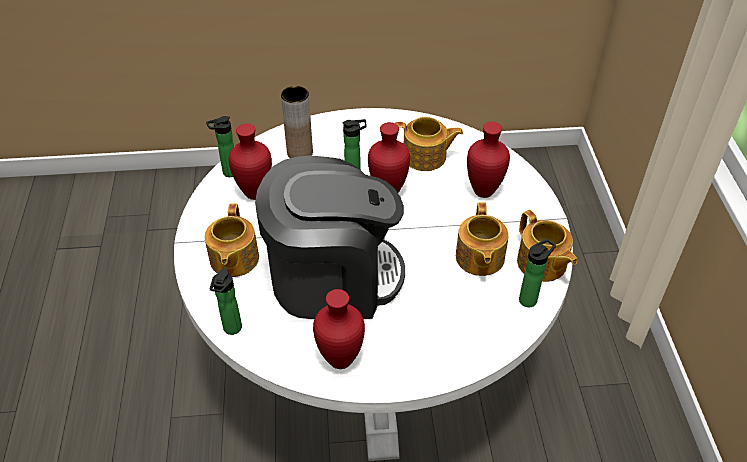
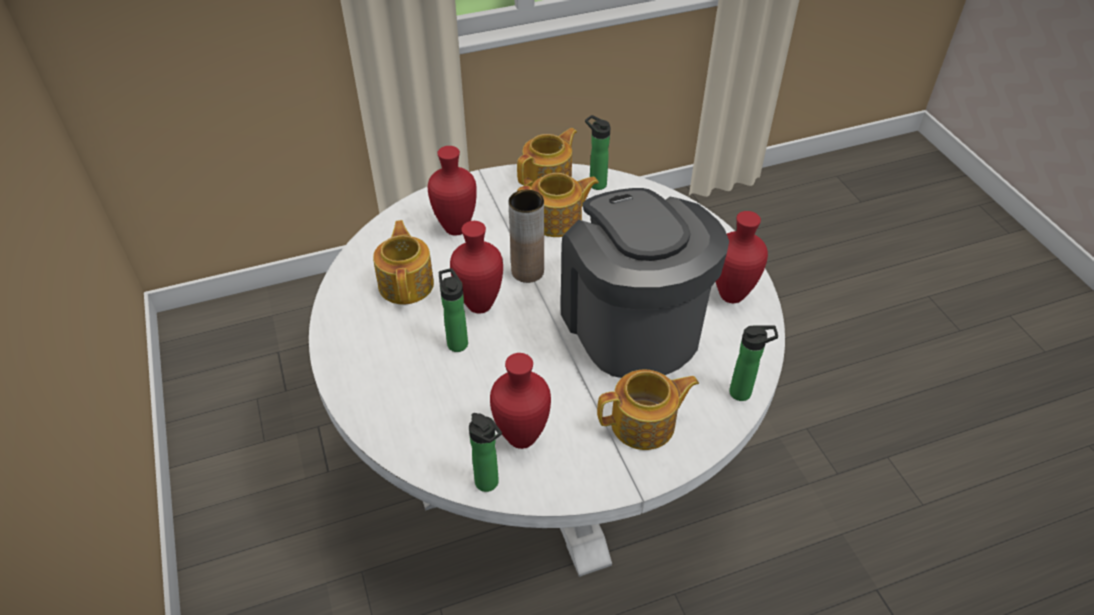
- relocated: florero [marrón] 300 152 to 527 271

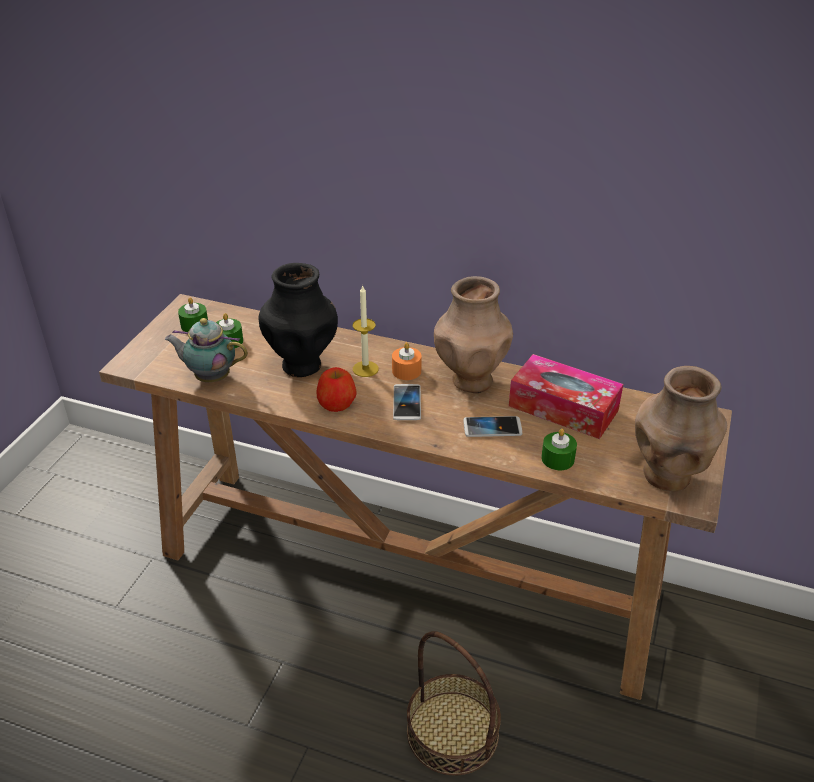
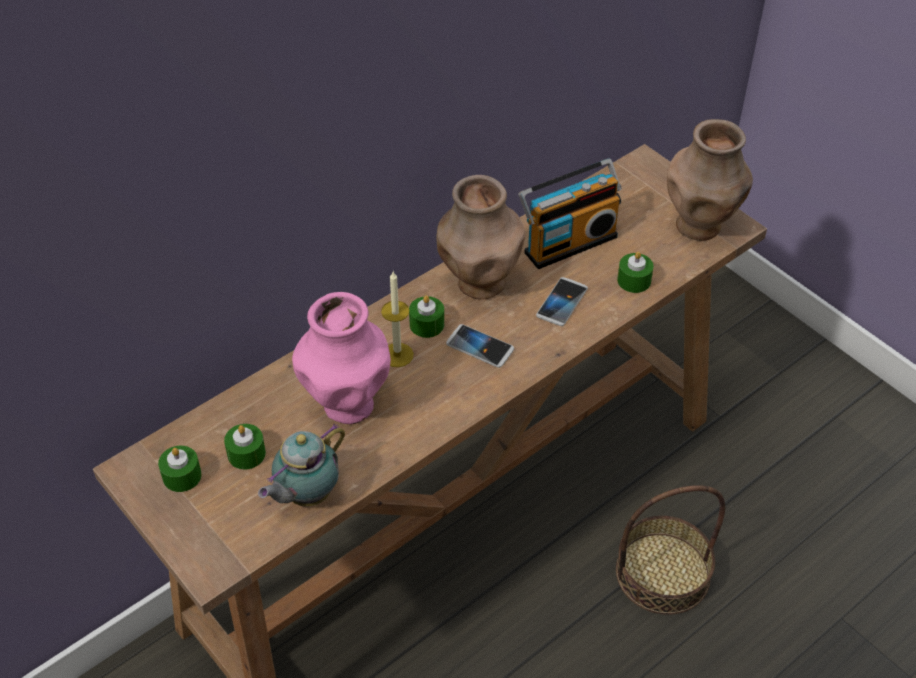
- missing: manzana 336 403
- exchanged: caja de pañuelos 563 408 to radio 568 242
- colour: florero [negro] 302 365 to florero [rosa] 347 404
- colour: vela [naranja] 406 371 to vela [verde] 427 324

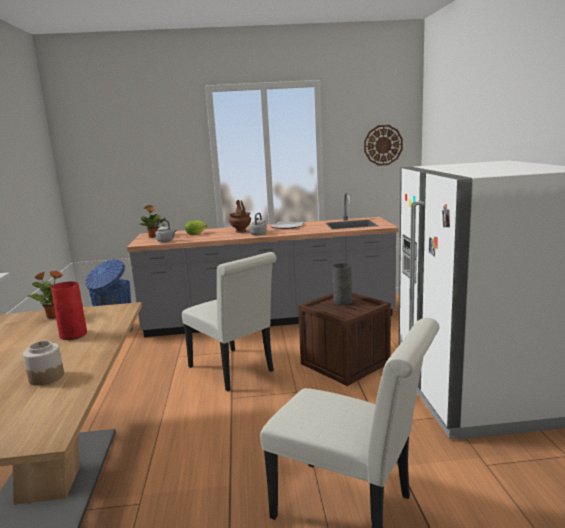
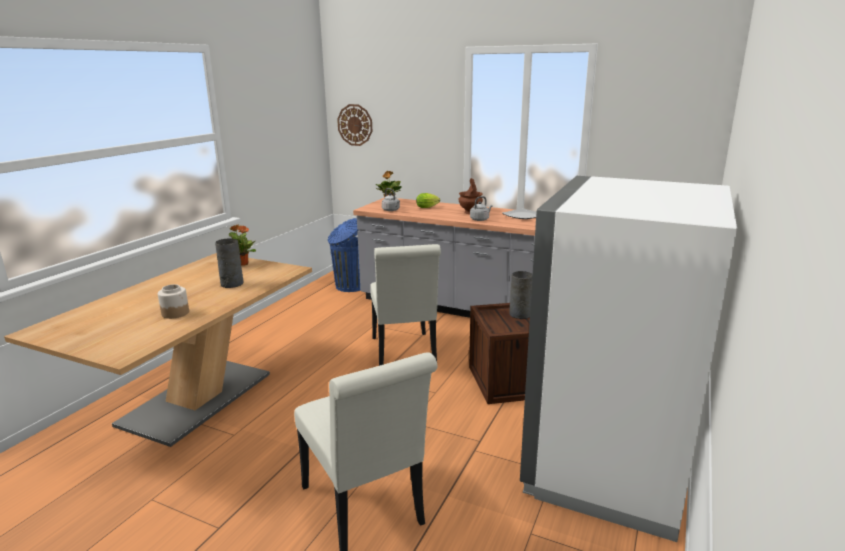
- relocated: reloj de pared 383 145 to 355 125
- colour: florero [rojo] 73 335 to florero [gris] 231 284

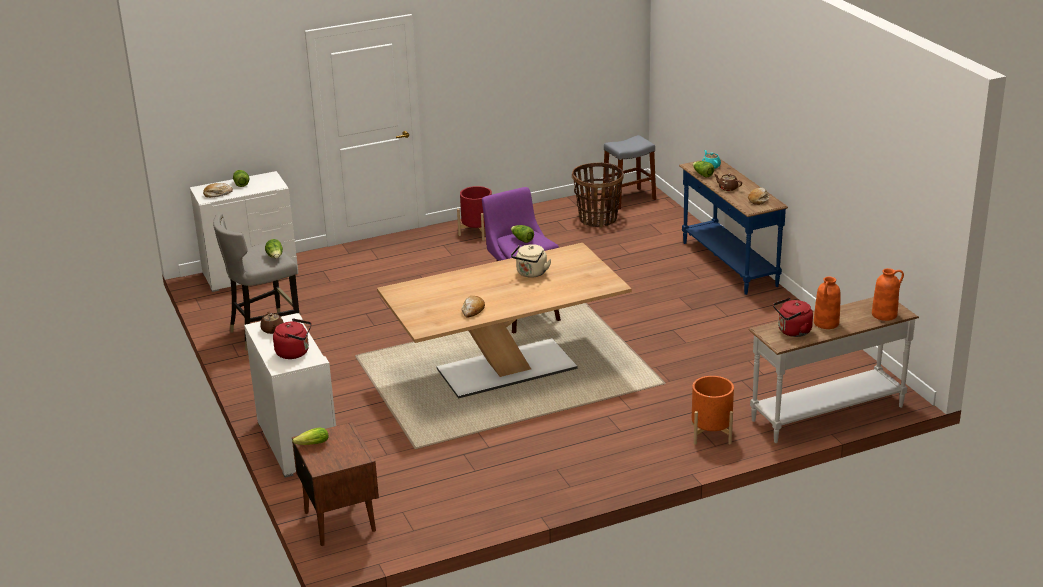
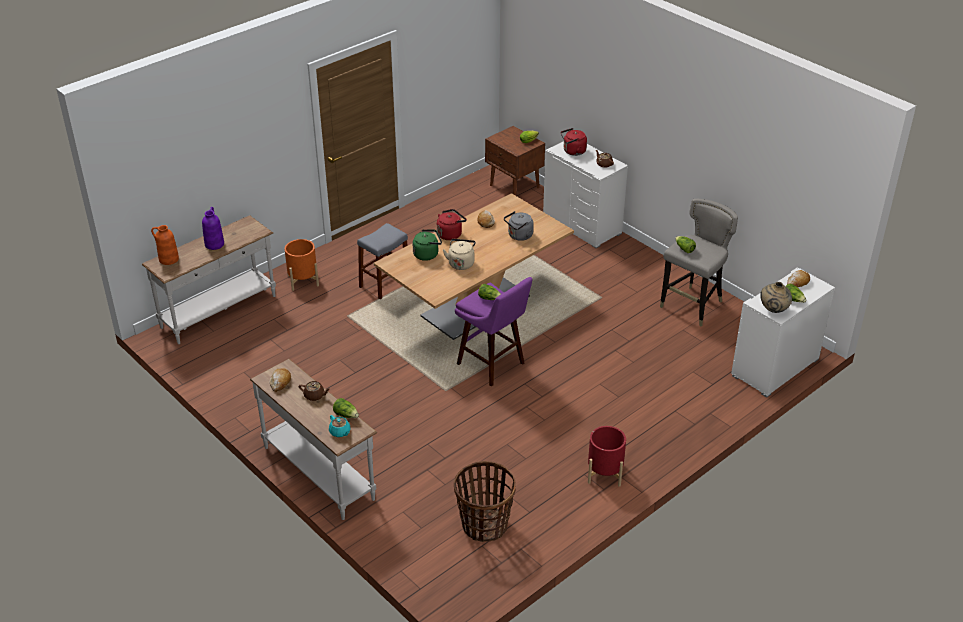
- appeared: hervidor [verde] 427 254
- appeared: hervidor [gris] 519 236
- appeared: florero [beis] 773 310
- relocated: taburete [gris] 629 198 to 385 284
- relocated: hervidor [rojo] 792 331 to 450 234
- colour: mesa consola [azul] 728 264 to mesa consola [blanco] 319 472
- colour: florero [naranja] 826 323 to florero [morado] 214 244

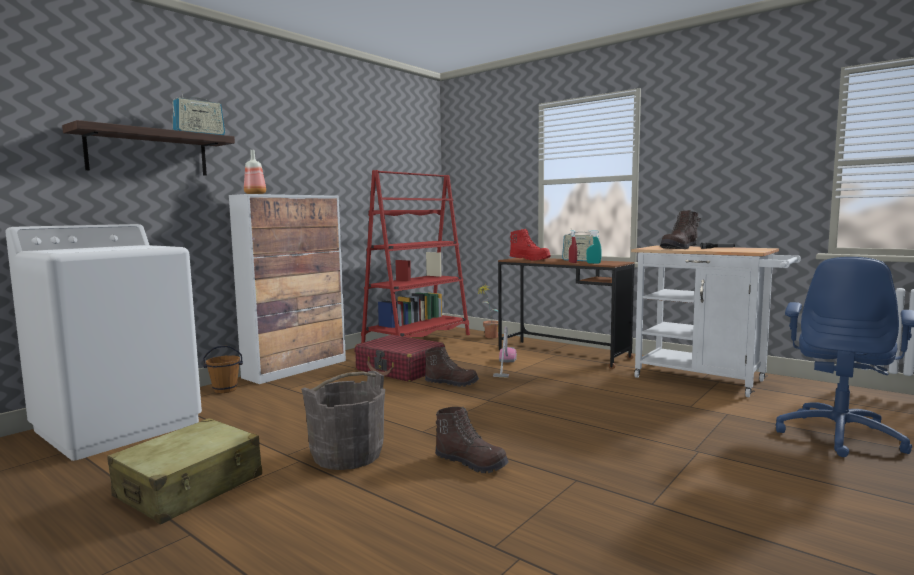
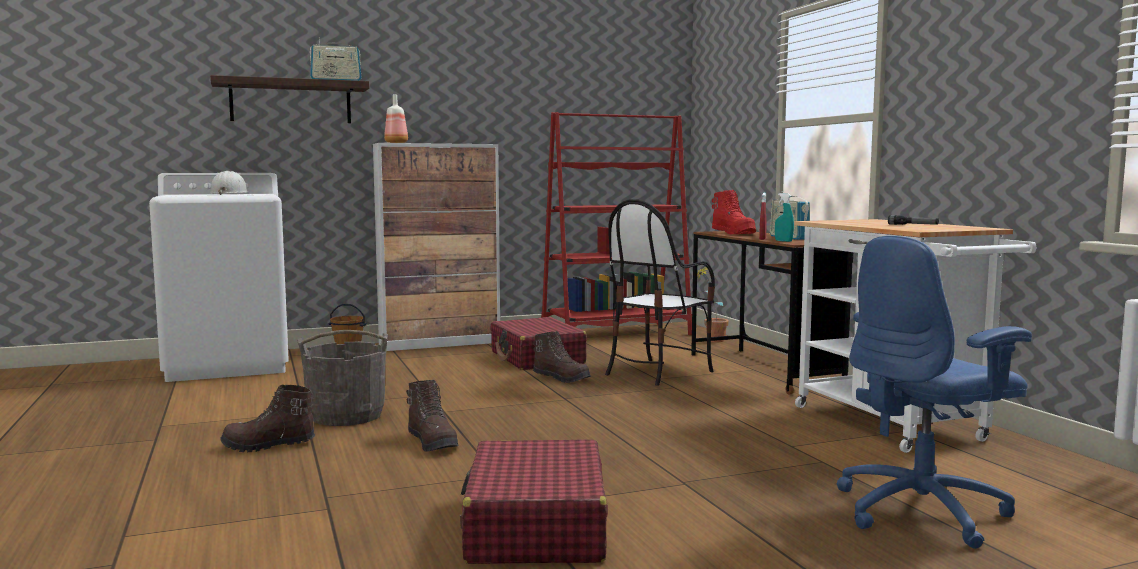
- missing: maleta [beis] 190 487
- appeared: casco [blanco] 229 194
- appeared: maleta [rojo] 536 526
- relocated: bota [marrón] 680 248 to 268 446
- exchanged: aspiradora 505 367 to silla 657 372

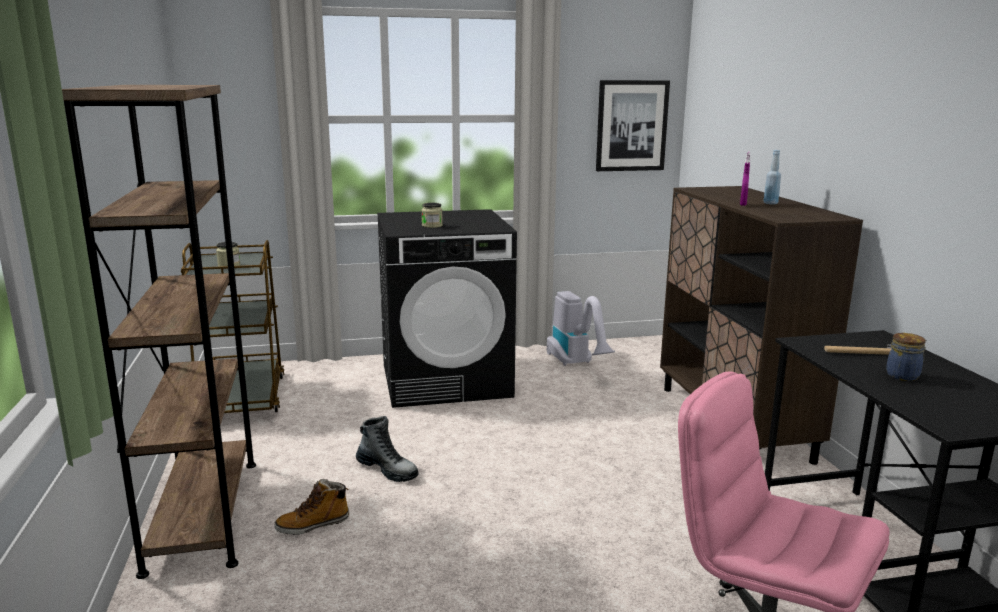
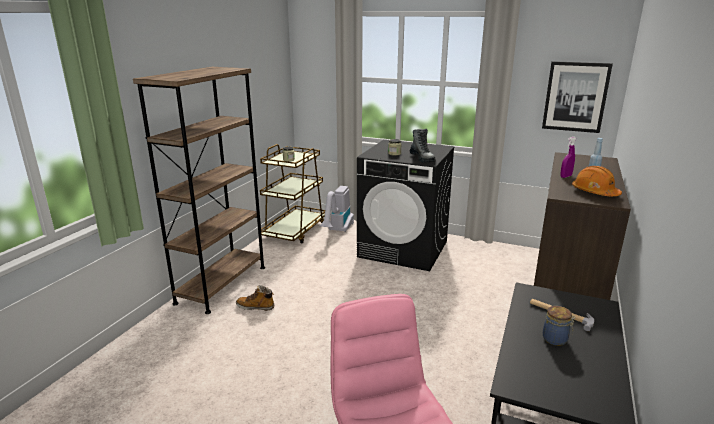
- appeared: casco [naranja] 594 192
- relocated: bota 387 470 to 422 158
- relocated: aspiradora 577 364 to 337 231

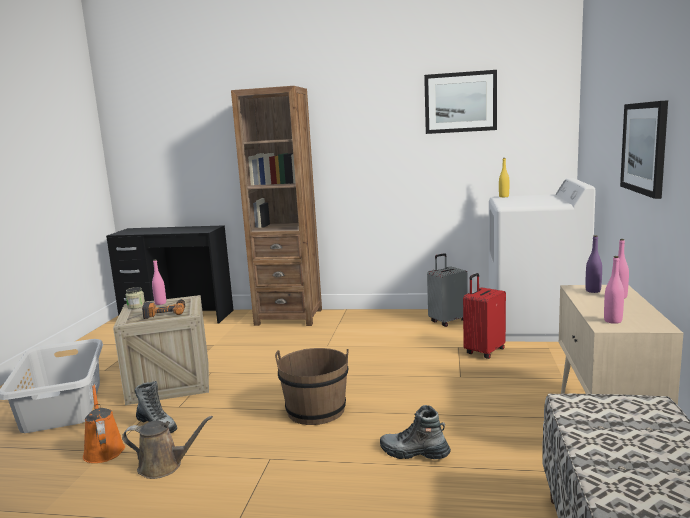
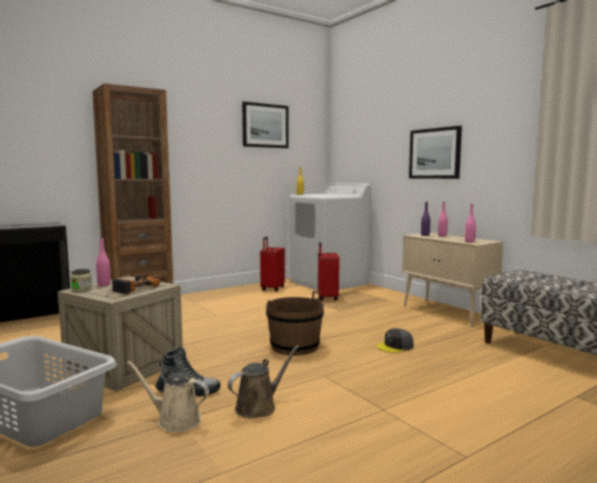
- exchanged: bota 414 453 to gorra [gris] 395 346
- colour: regadera [naranja] 103 450 to regadera [beis] 175 420
- colour: maleta [gris] 447 321 to maleta [rojo] 272 289

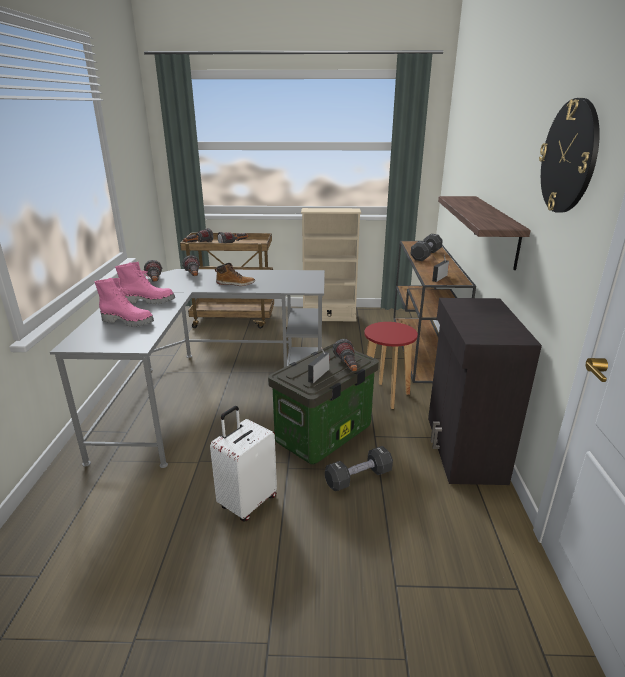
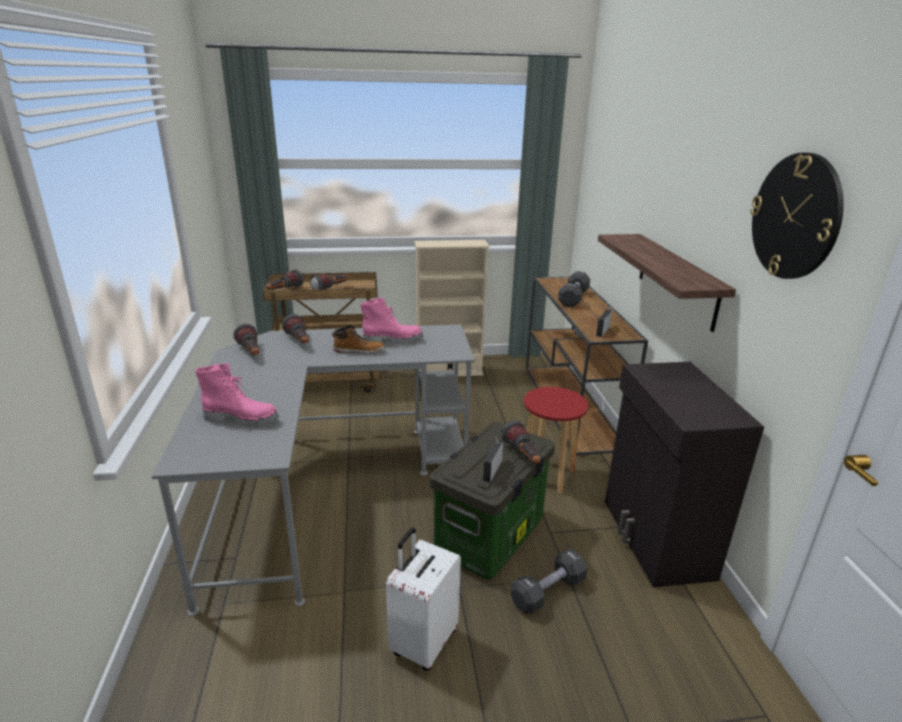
- relocated: bota [rosa] 149 301 to 393 340

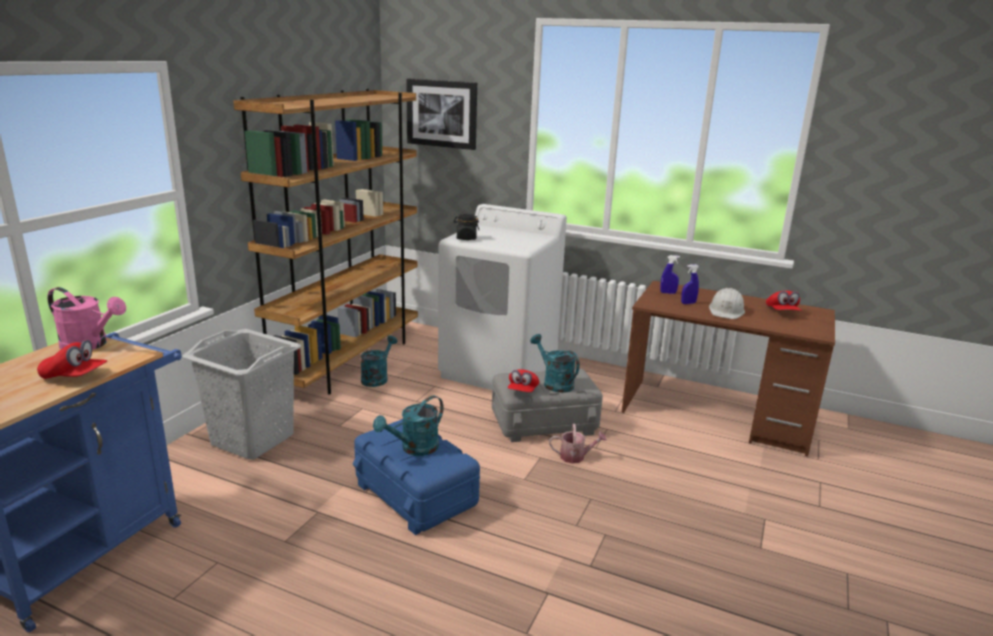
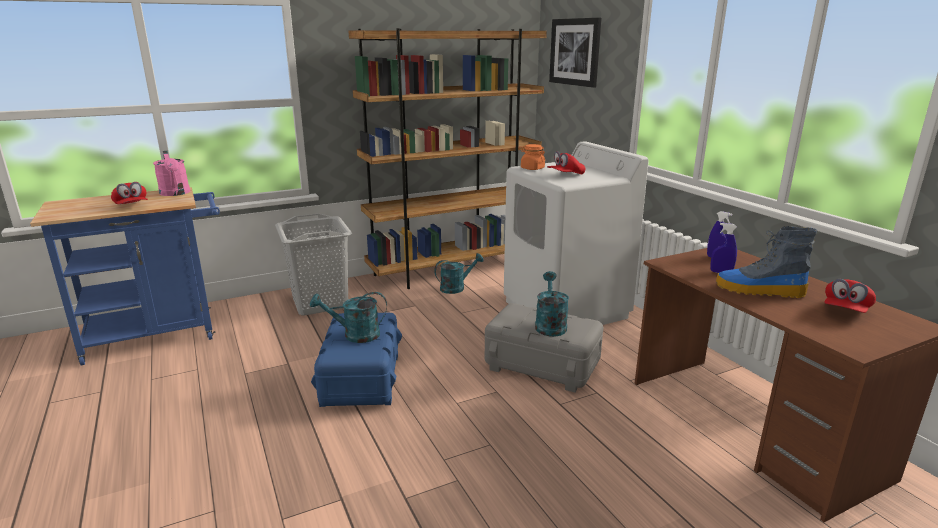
- missing: regadera 576 456
- relocated: gorra [rojo] 523 391 to 565 175
- exchanged: casco [blanco] 726 311 to bota 759 290
- colour: tarro [negro] 466 238 to tarro [naranja] 532 168

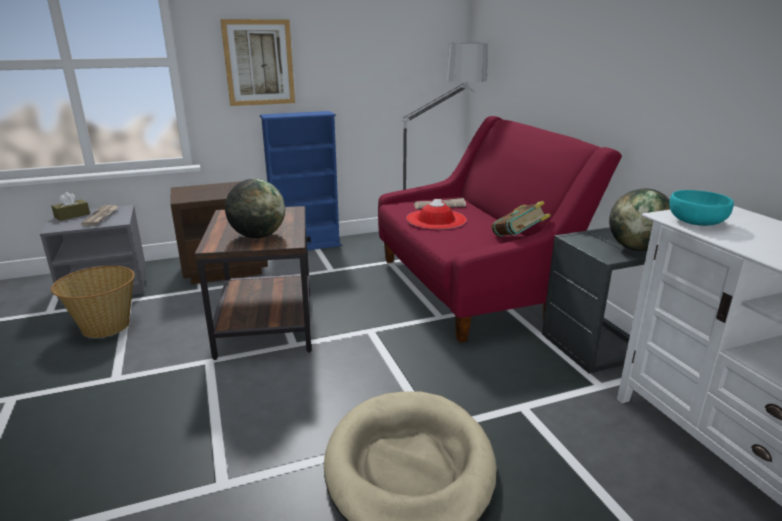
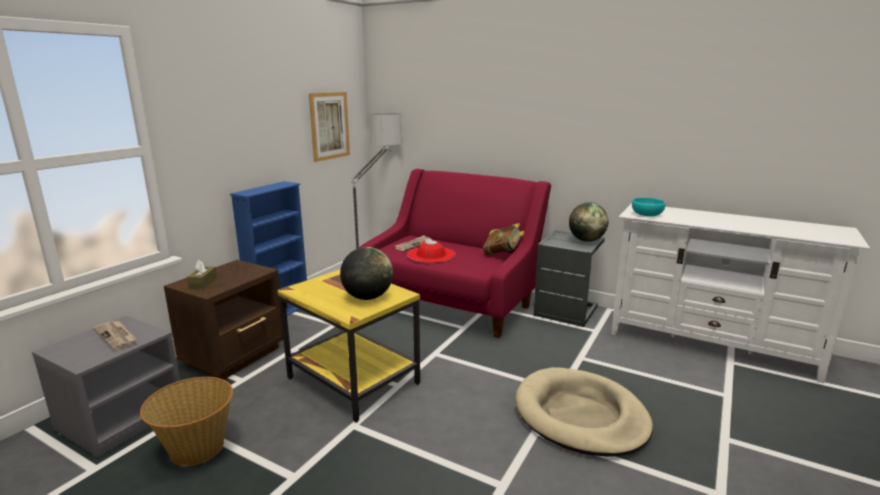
- relocated: caja de pañuelos [marrón] 72 215 to 203 283
- relocated: cuadro 259 63 to 329 126
- colour: mesa auxiliar [marrón] 267 325 to mesa auxiliar [amarillo] 354 381

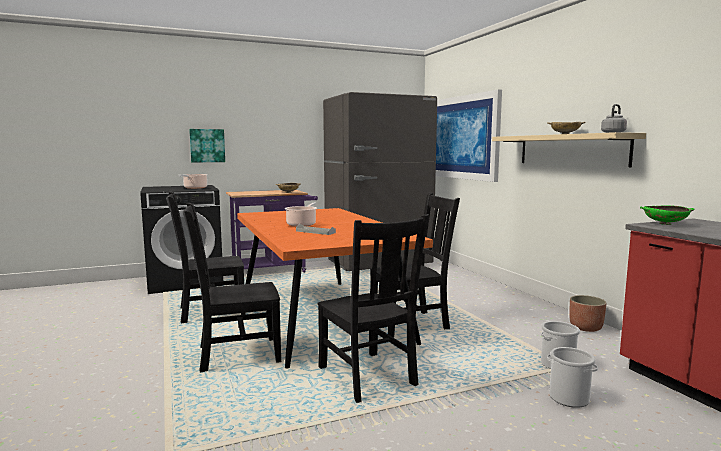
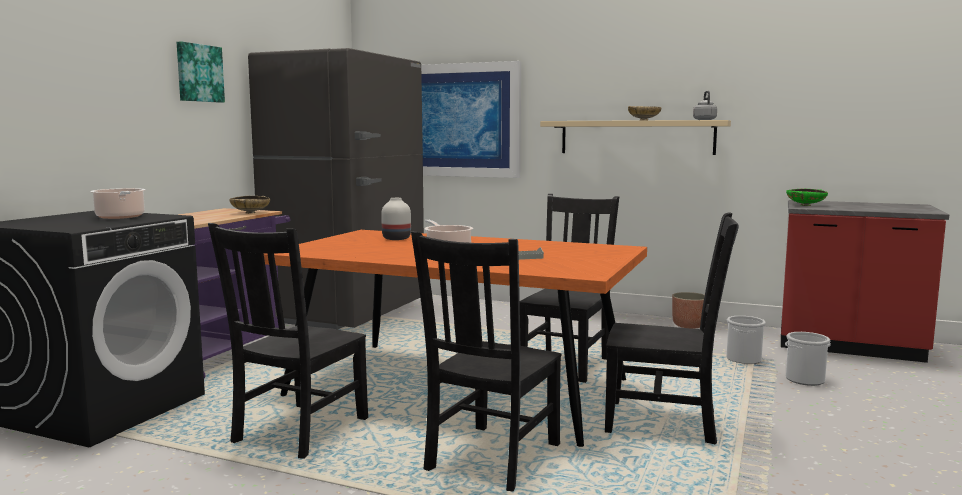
- appeared: florero [blanco] 397 238
- relocated: cuadro 207 145 to 199 73

